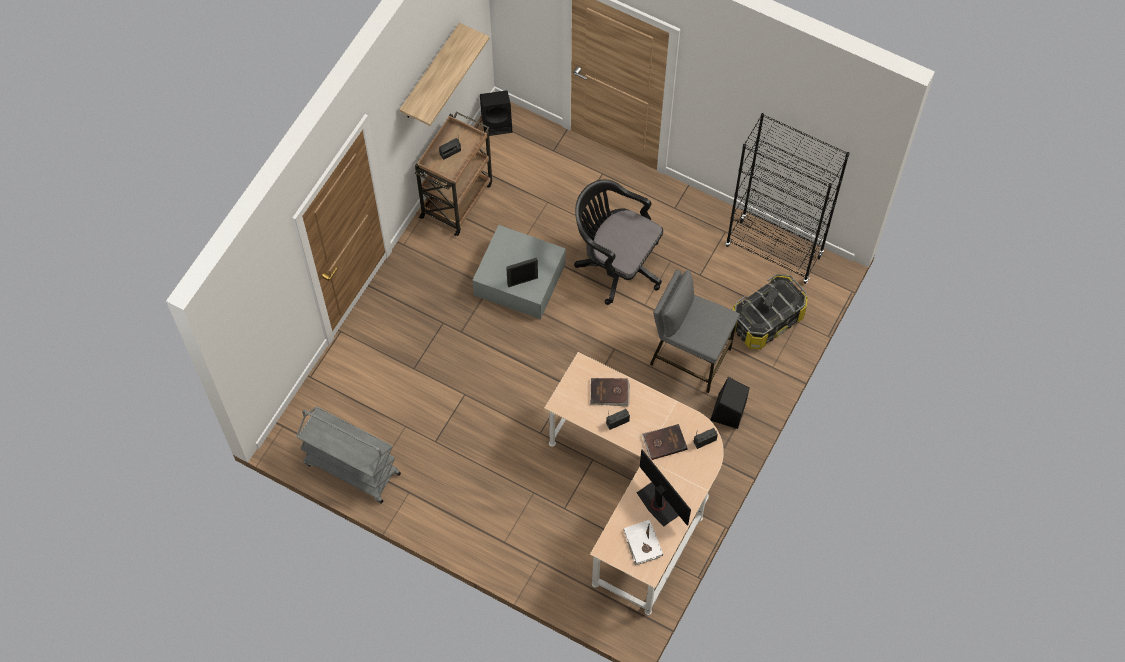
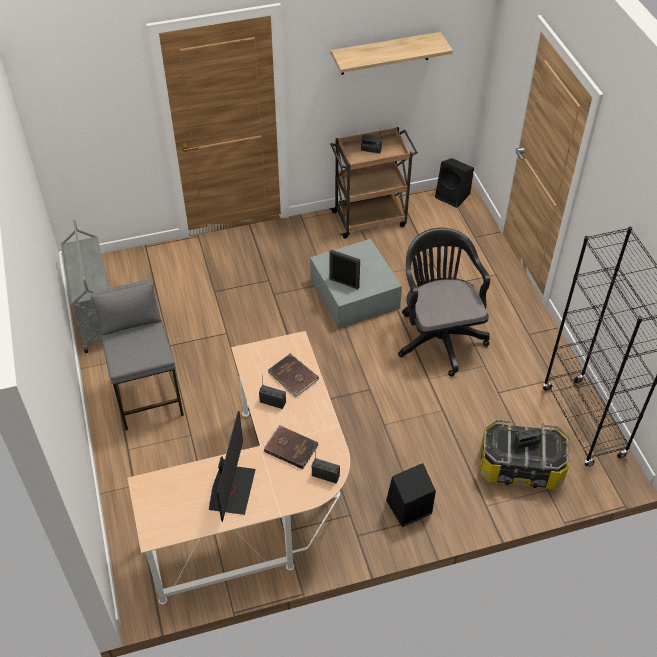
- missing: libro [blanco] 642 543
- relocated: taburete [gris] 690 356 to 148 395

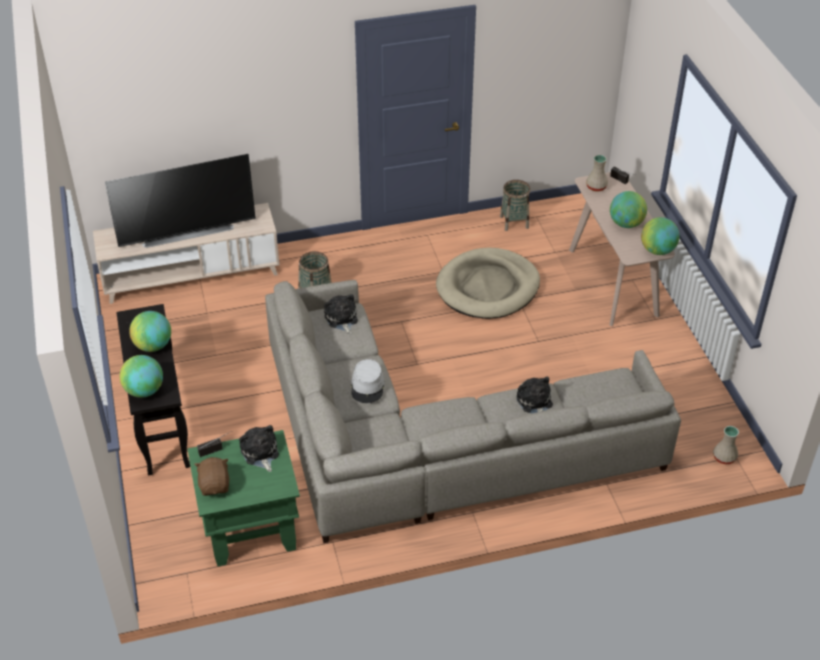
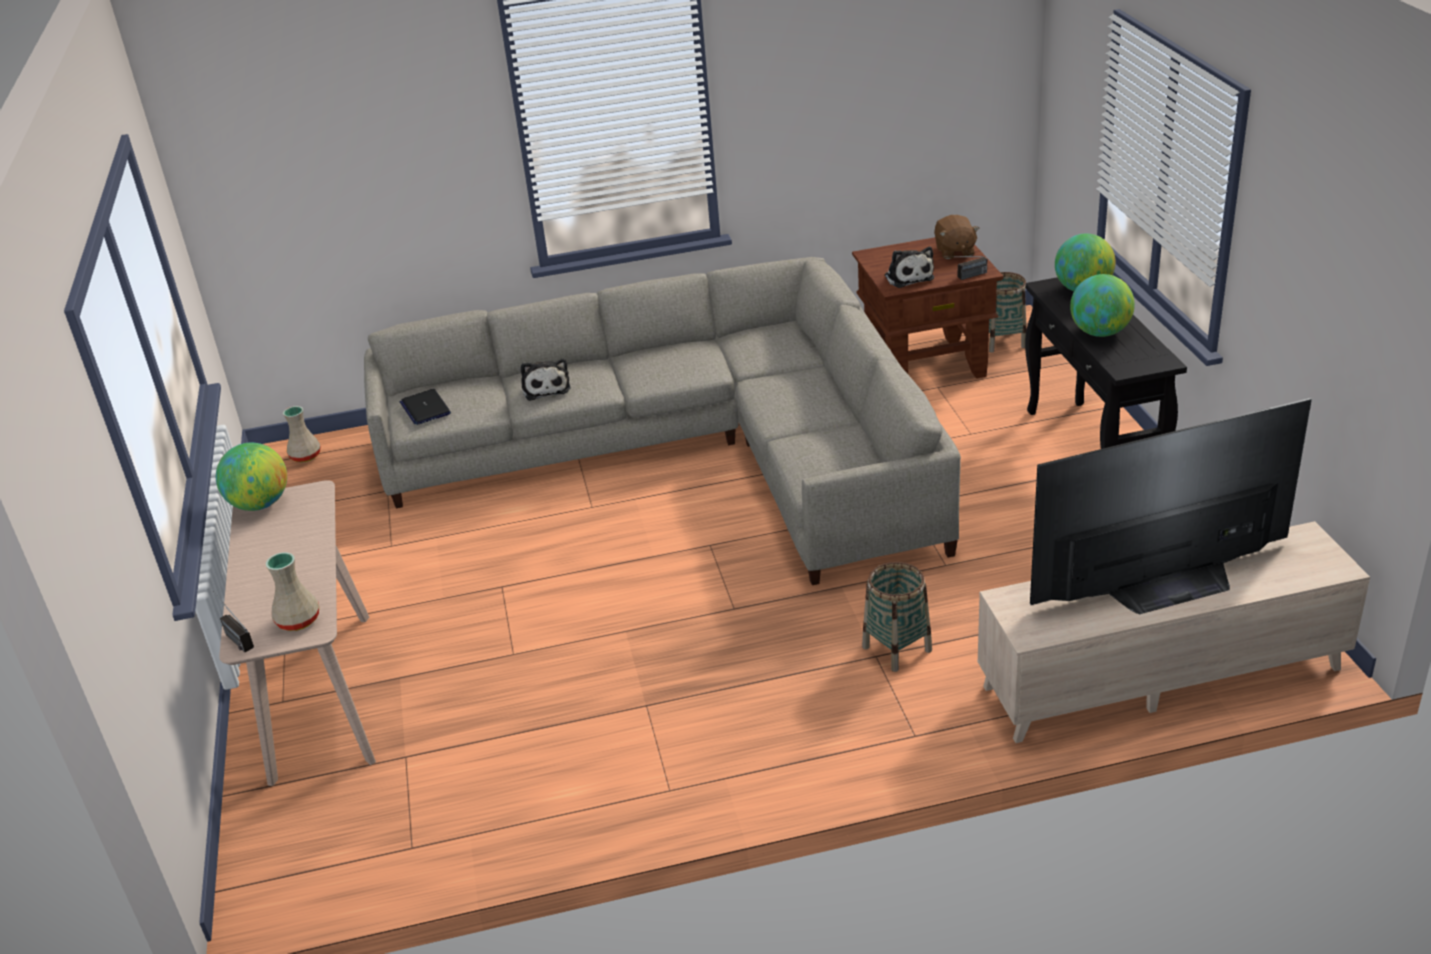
- missing: peluche 341 319
- missing: sombrero [gris] 367 386
- missing: cama para perro [beis] 488 287
- missing: globo terráqueo 626 223
- appeared: portátil 425 408
- relocated: cesta 514 222 to 1002 341
- colour: mesa auxiliar [verde] 250 529 to mesa auxiliar [marrón] 926 364

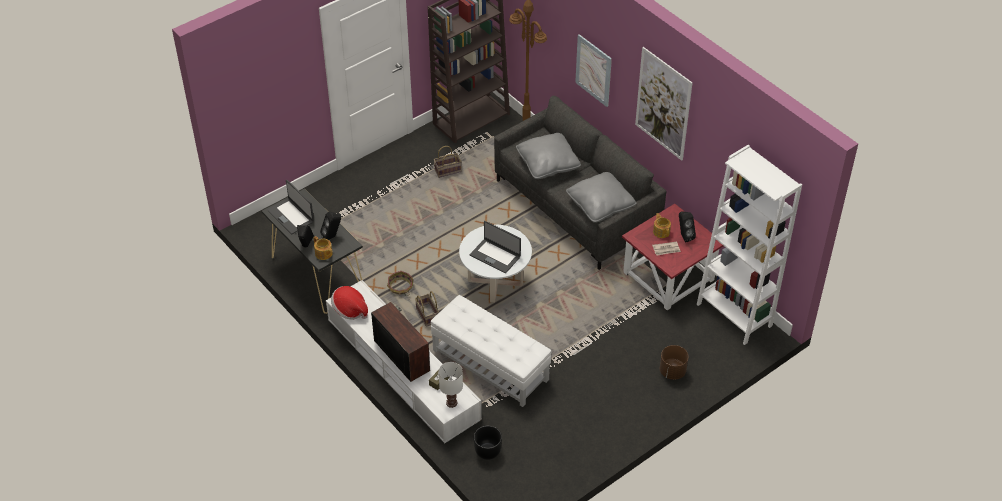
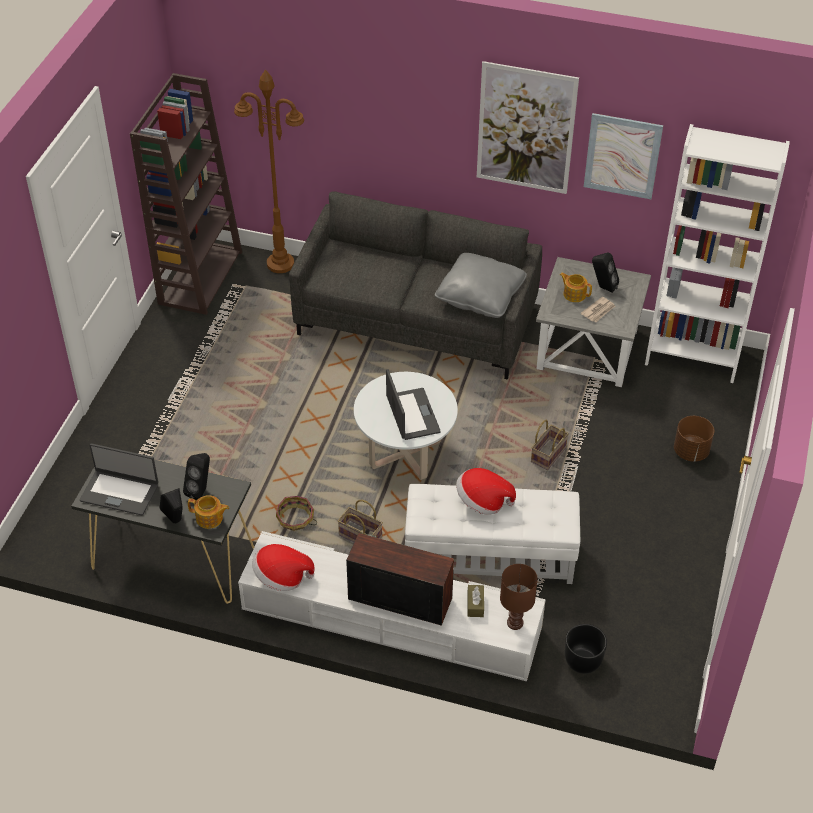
- missing: cojín [gris] 547 163
- appeared: sombrero 482 501
- relocated: cesta 448 170 to 548 454
- relocated: cuadro 593 70 to 622 156
- colour: lámpara de mesa [blanco] 451 402 to lámpara de mesa [marrón] 514 622
- colour: mesa auxiliar [rojo] 670 276 to mesa auxiliar [gris] 589 348
- spun: portátil 495 256 = 412 414 105 degrees counterclockwise

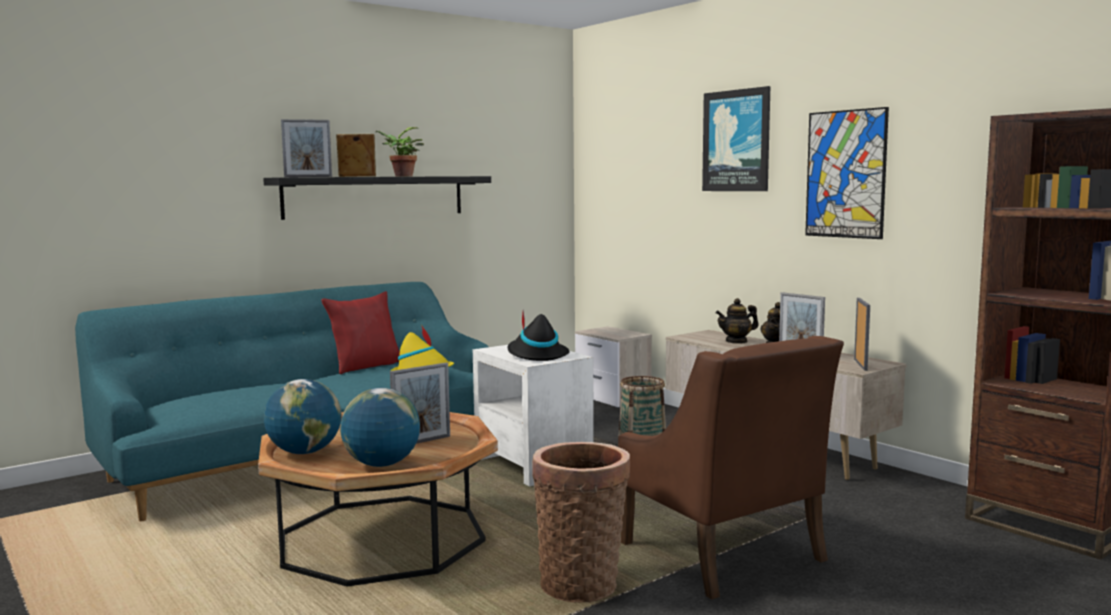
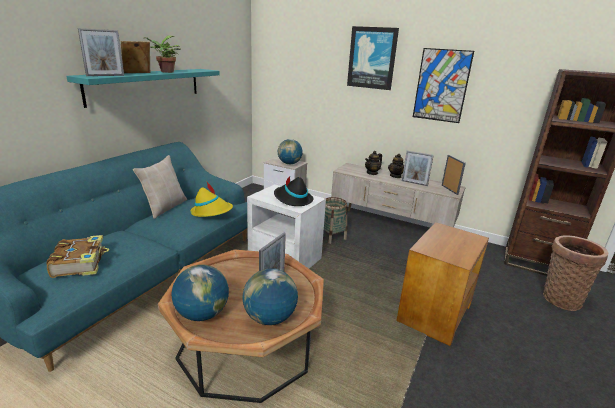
- appeared: libro 80 263
- appeared: globo terráqueo 289 163
- relocated: cesta 581 584 to 560 298
- exchanged: sillón [marrón] 723 553 to mesa auxiliar [marrón] 434 313
- colour: estante [negro] 376 196 to estante [turquesa] 146 85
- colour: cojín [rojo] 366 366 to cojín [beis] 164 207

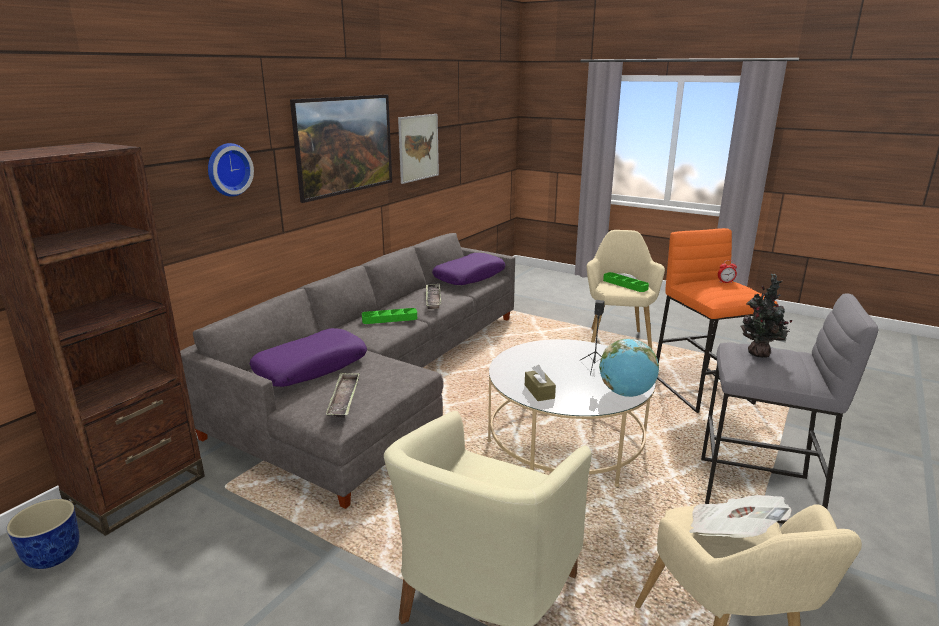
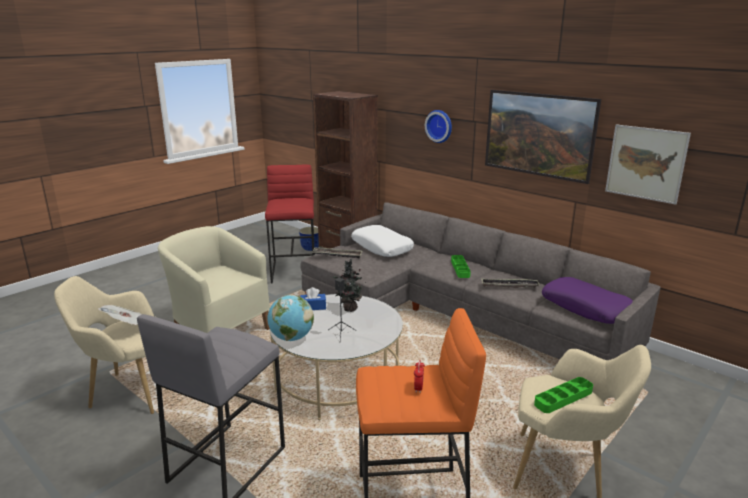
- appeared: taburete [rojo] 294 271
- relocated: planta en maceta 759 355 to 348 309
- colour: cojín [morado] 311 367 to cojín [blanco] 382 247
- colour: caja de pañuelos [marrón] 539 391 to caja de pañuelos [azul] 313 307

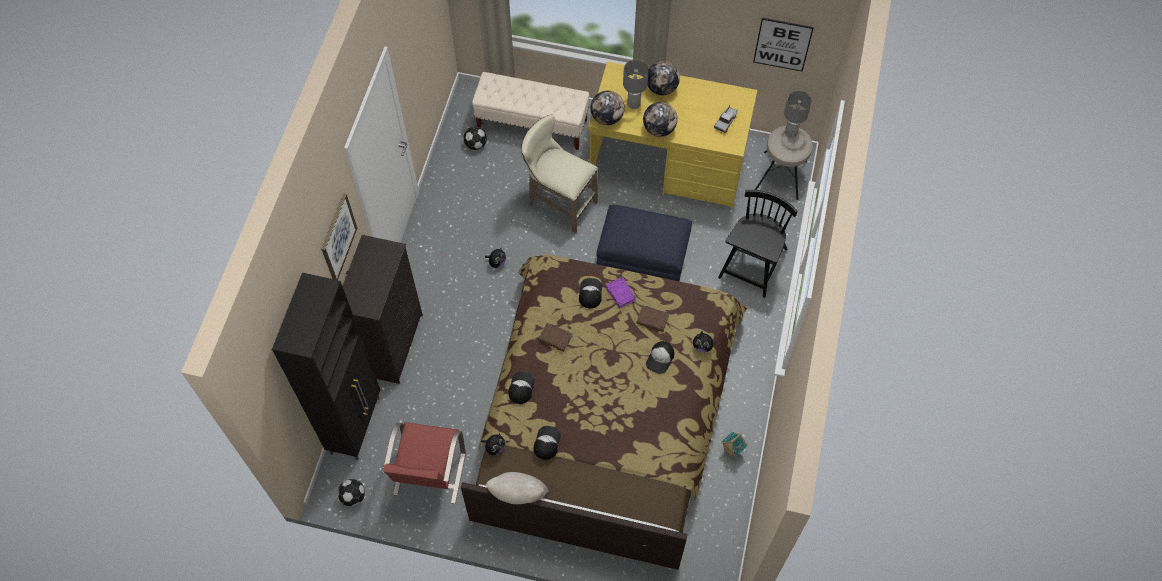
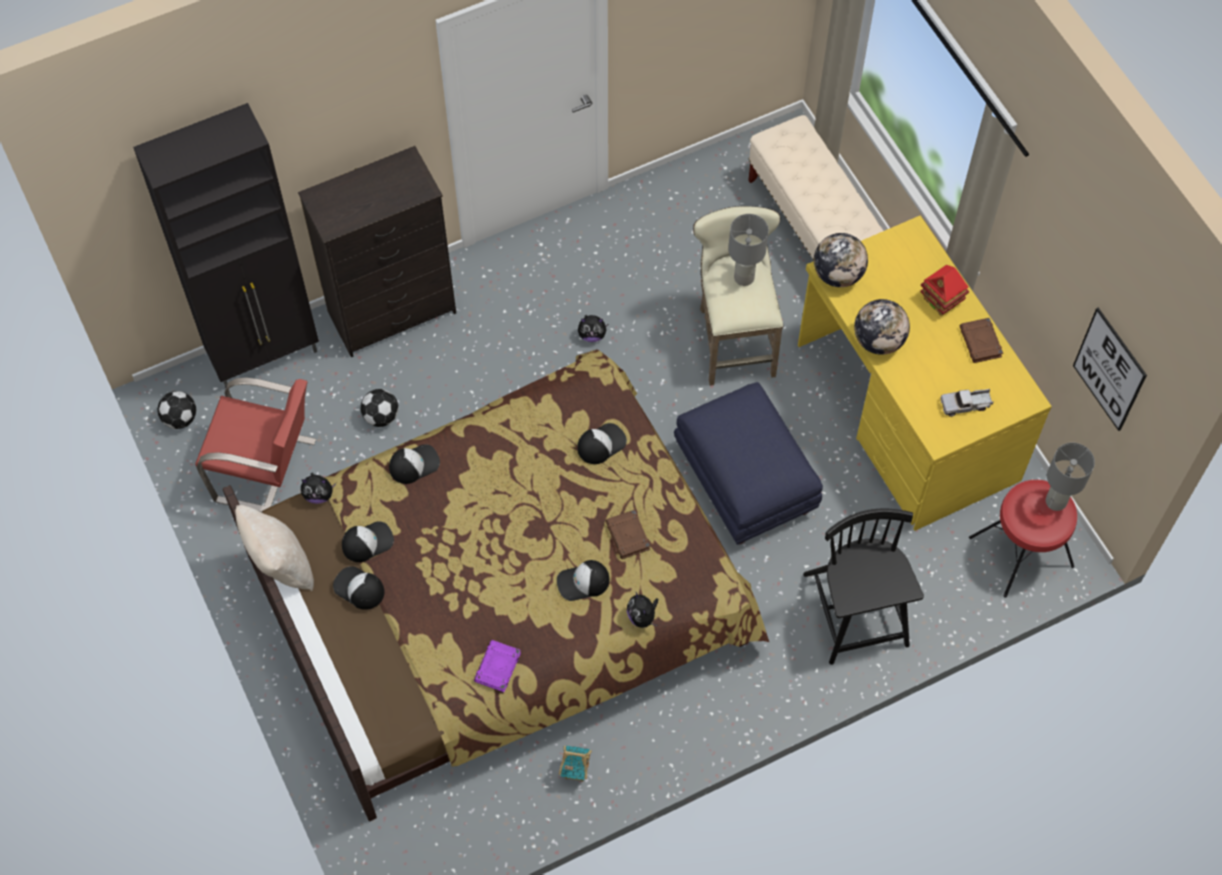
- missing: cuadro 338 237
- appeared: gorra 359 589
- relocated: balón de fútbol 475 144 to 381 416
- relocated: libro [marrón] 555 338 to 980 343
- relocated: libro [morado] 621 294 to 497 668
- relocated: lámpara de mesa [gris] 633 104 to 743 277
- exchanged: globo terráqueo 661 88 to casita 941 300
- colour: taburete [beis] 781 175 to taburete [rojo] 1022 552
- spun: silla [rojo] 428 475 = 267 471 135 degrees counterclockwise
- spun: silla [negro] 752 265 = 856 612 90 degrees counterclockwise

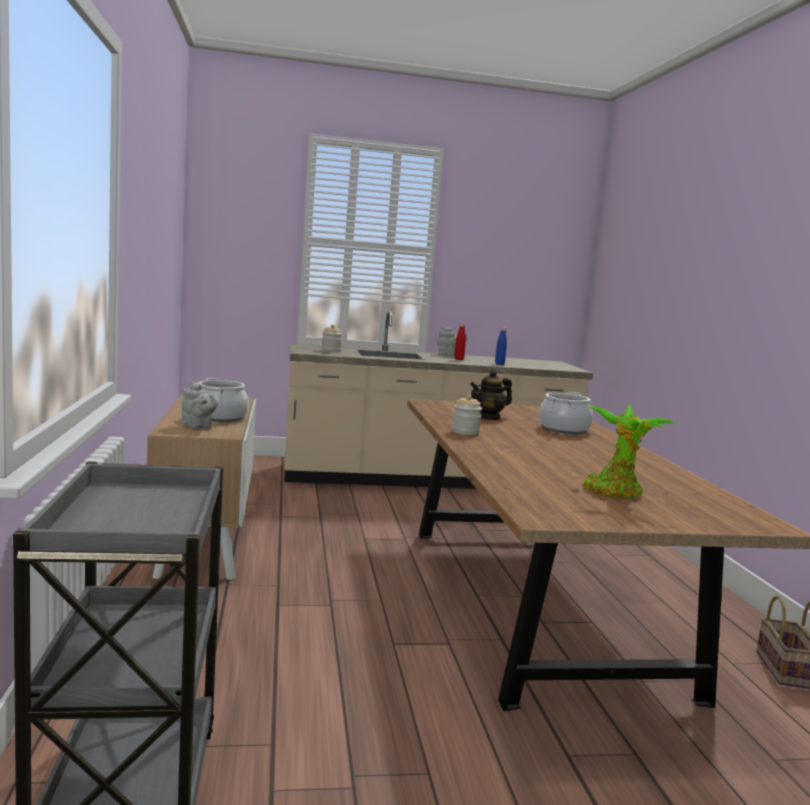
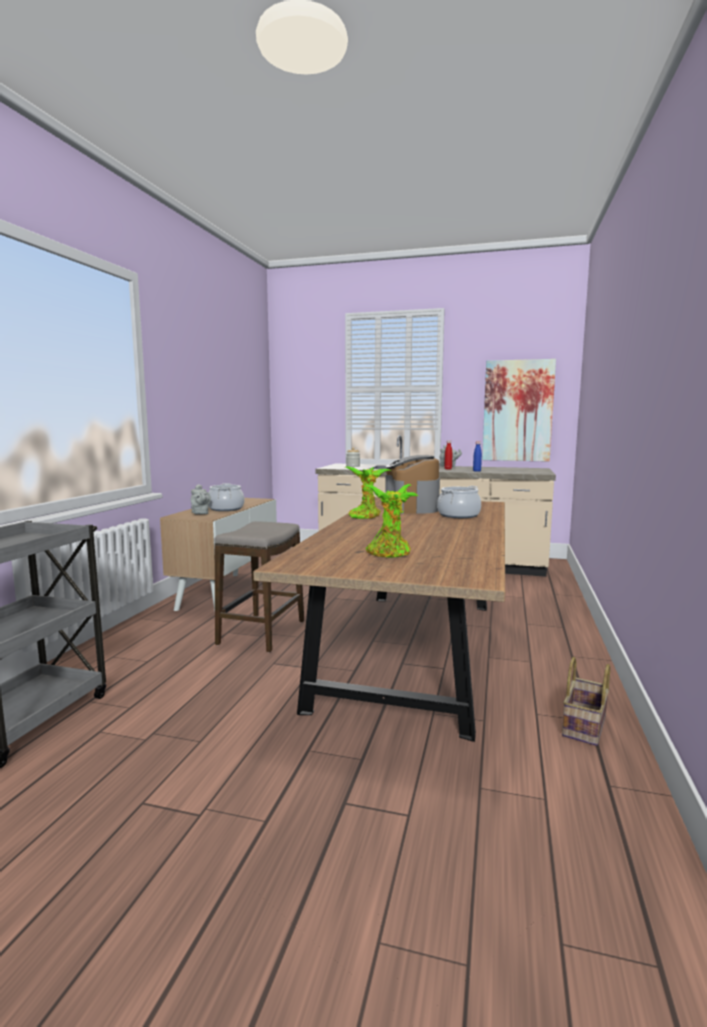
- appeared: taburete 261 632
- appeared: cuadro 517 411
- exchanged: tarro 465 432 to planta en maceta 365 516
- exchanged: tetera 488 417 to cafetera 411 507

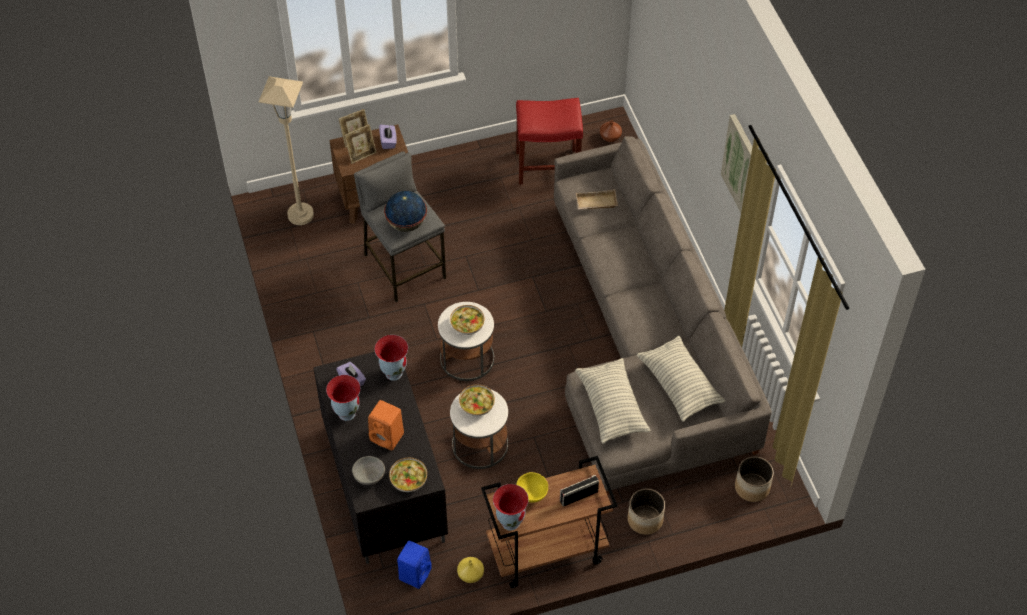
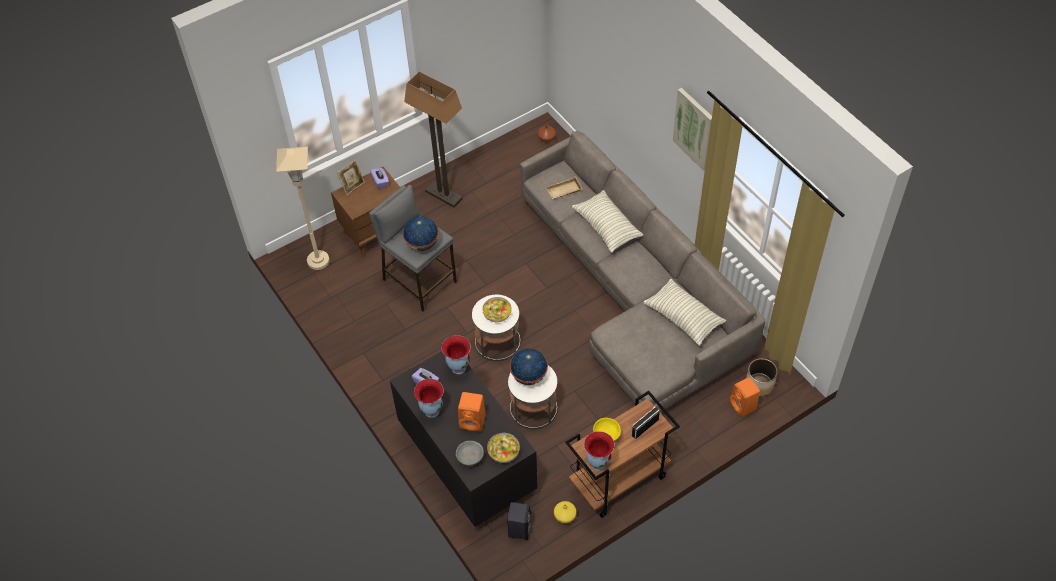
- missing: portarretratos 361 154
- missing: taburete [rojo] 548 166
- missing: maceta 644 519
- appeared: lámpara de pie 444 195
- appeared: altavoz [naranja] 743 406
- relocated: cojín 611 407 to 607 227
- exchanged: cuenco 476 405 to globo terráqueo 529 376
- colour: altavoz [azul] 415 573 to altavoz [negro] 519 528

